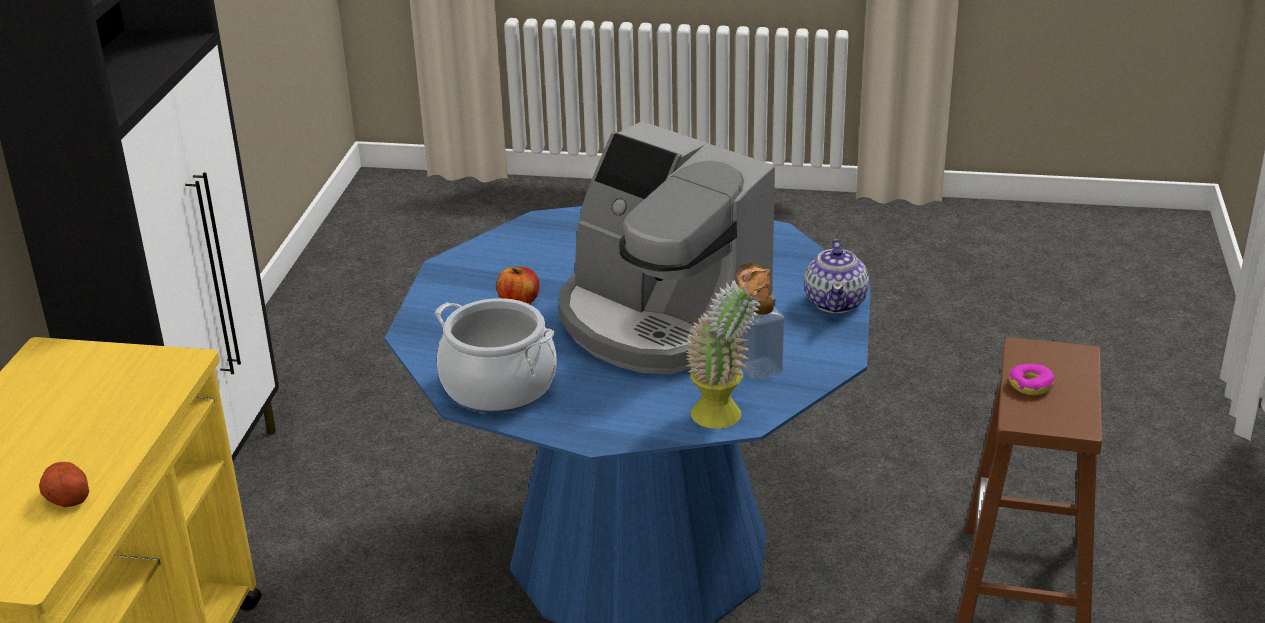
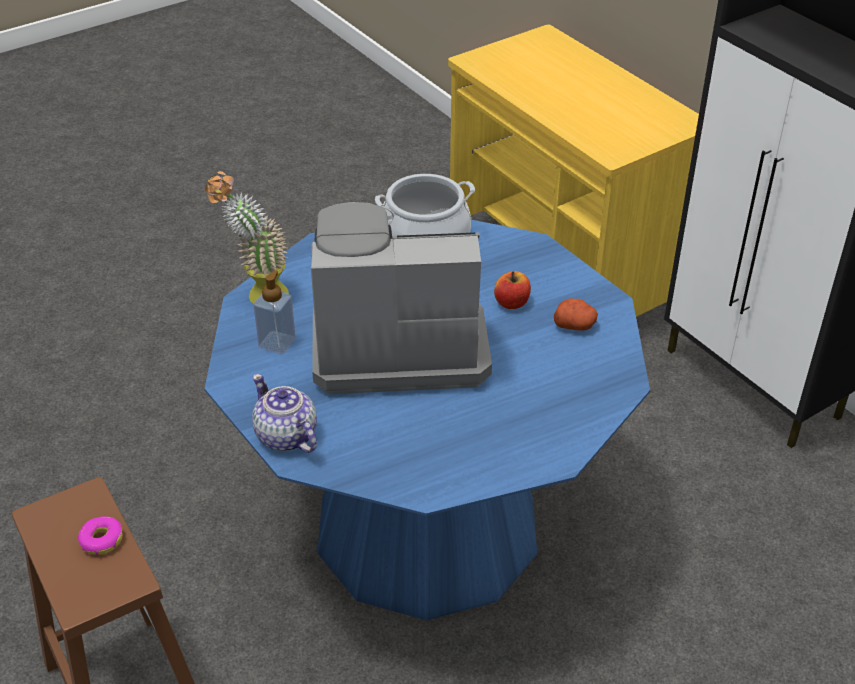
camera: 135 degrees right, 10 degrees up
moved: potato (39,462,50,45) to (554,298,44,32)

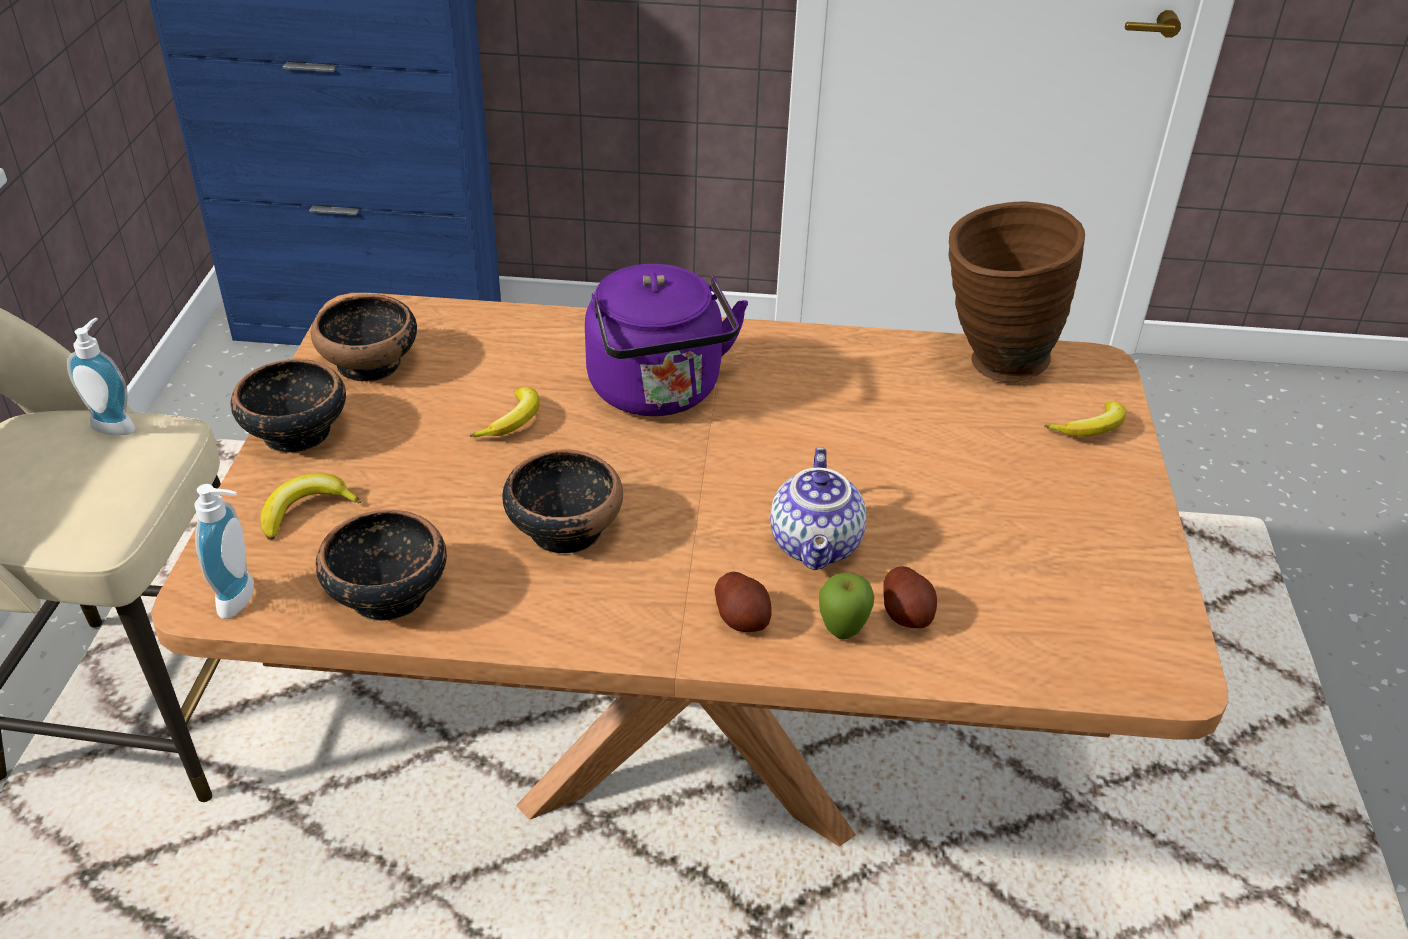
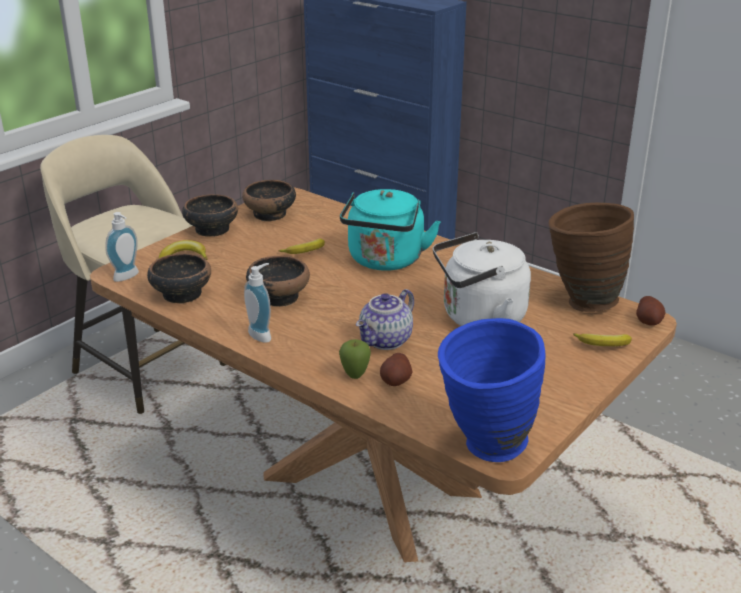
camera: 35 degrees right, 10 degrees down
added: white kettle (433,232,98,94); blue vase (438,318,108,144)
moved: soap dispenser (67,318,68,117) to (244,263,27,80); potato (714,572,58,60) to (636,296,30,29)
recoloured: purple kettle (585,264,163,152) to turquoise kettle (340,189,101,81)

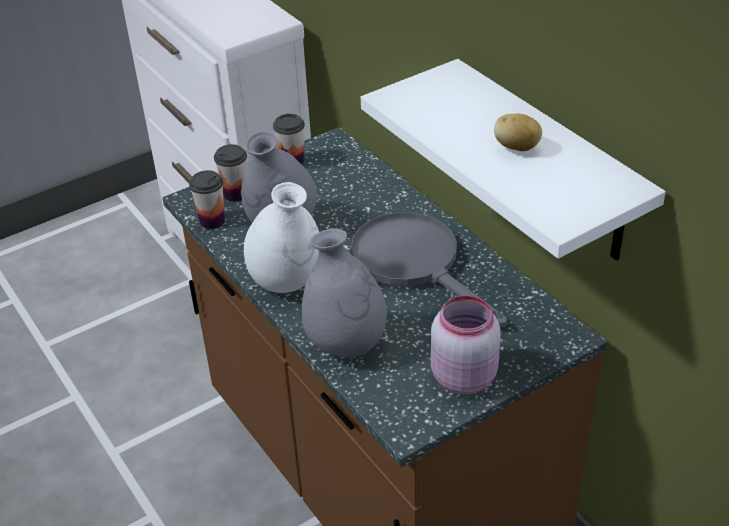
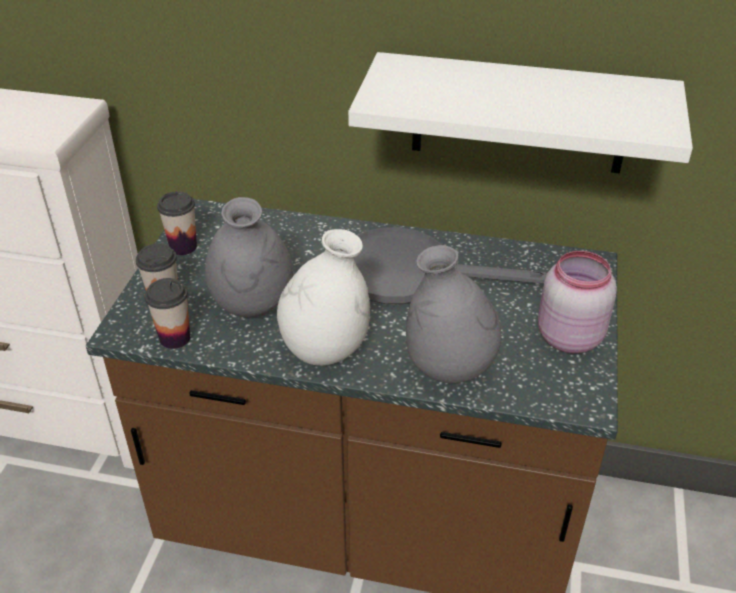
camera: 45 degrees left, 0 degrees up
removed: potato (494,114,48,37)

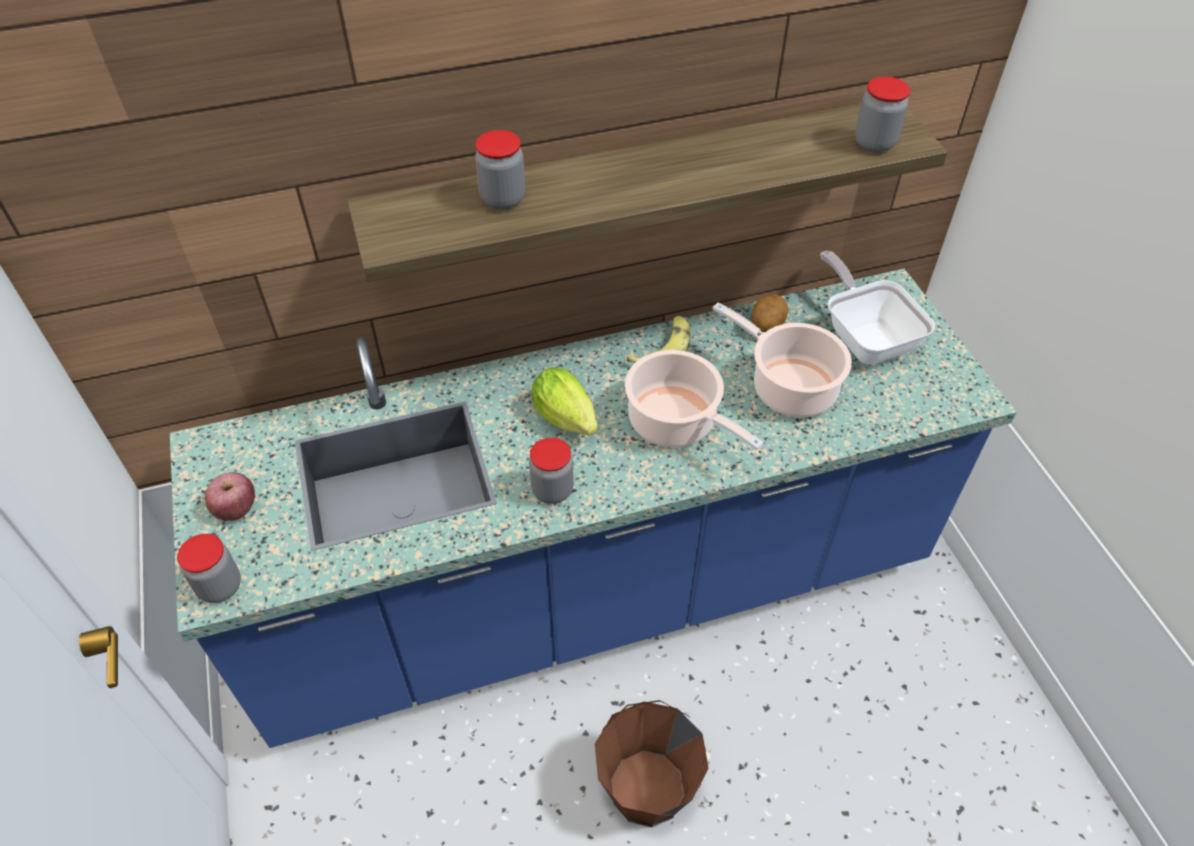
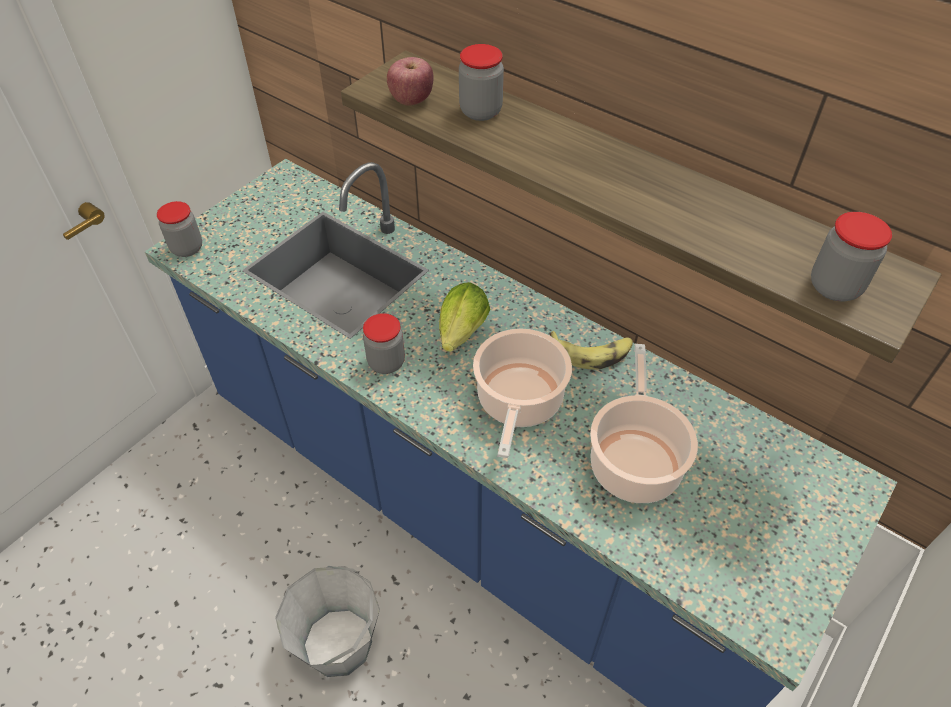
camera: 55 degrees right, 0 degrees up
removed: potato (751,294,37,38); frying pan (820,251,115,114)
moved: apple (205,472,50,49) to (387,57,47,49)
recoloured: brown bucket (595,700,114,127) to grey bucket (275,566,105,111)

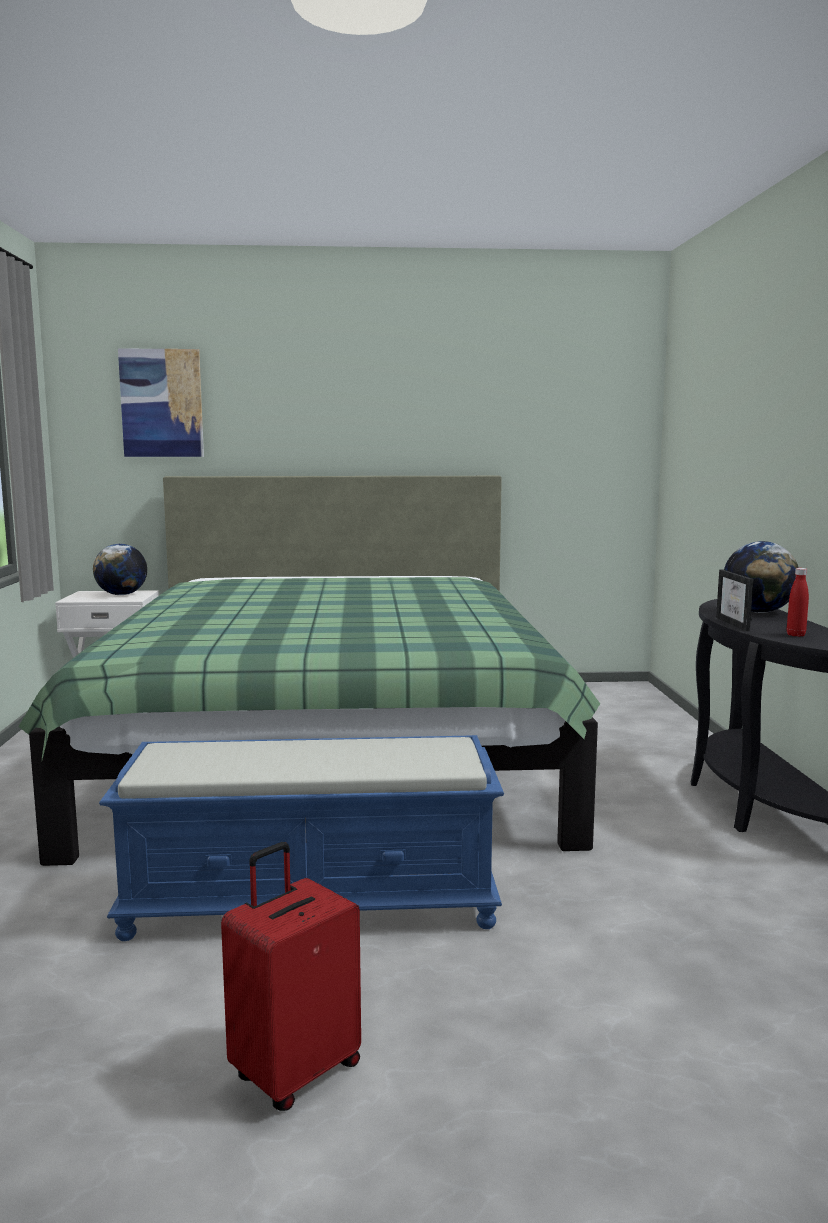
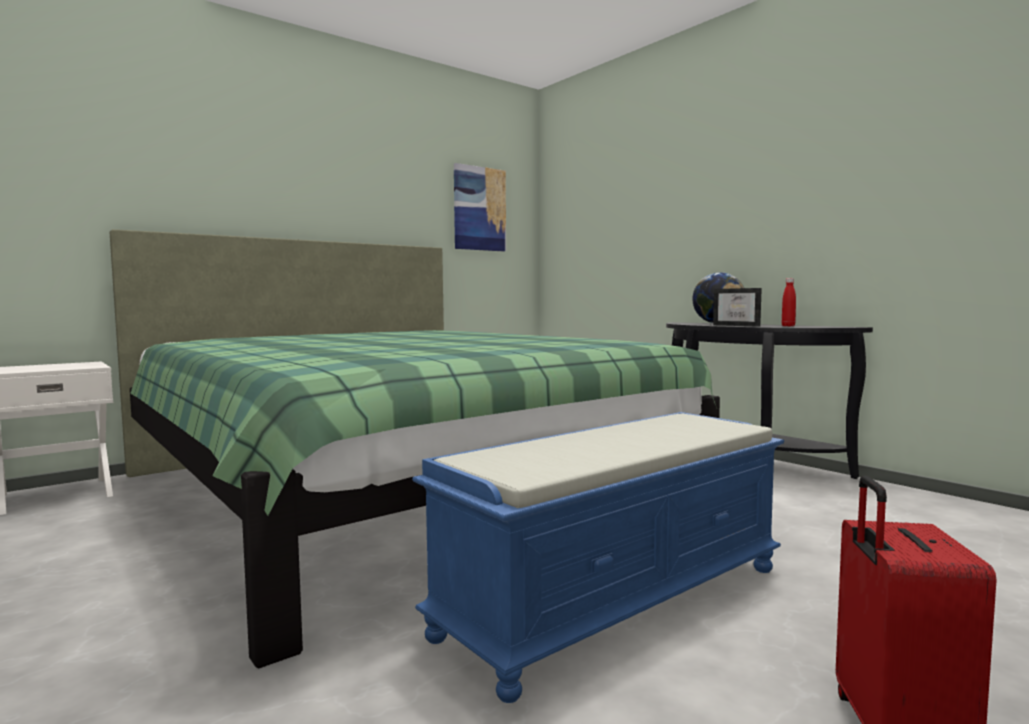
camera: 35 degrees left, 5 degrees down
removed: globe (93,544,54,51)
moved: picture (118,348,86,109) to (454,163,52,89)

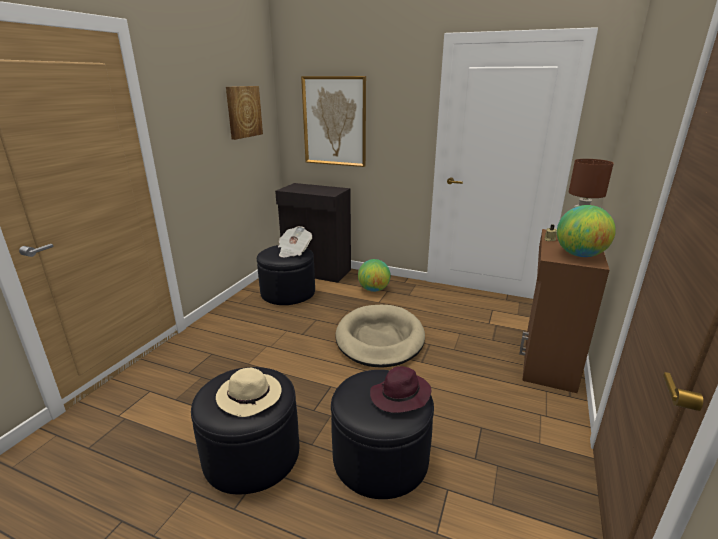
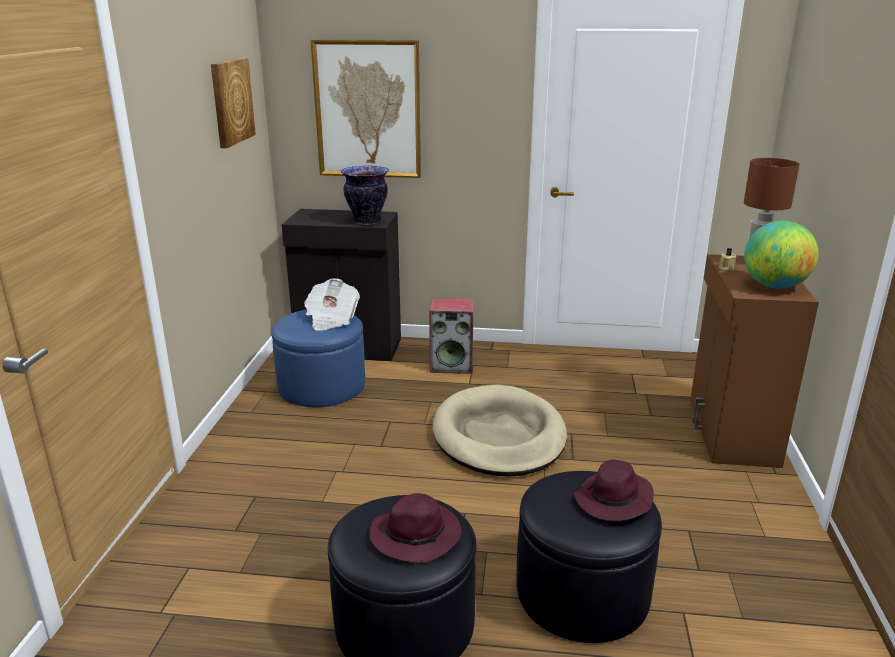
camera: 15 degrees left, 0 degrees up
added: vase (341,165,48,60)
replaced: globe (358,259,33,33) to speaker (429,298,45,76)
recoloured: black ottoman (257,245,58,60) to blue ottoman (271,309,94,98); beige hat (216,368,66,49) to purple hat (369,493,92,70)

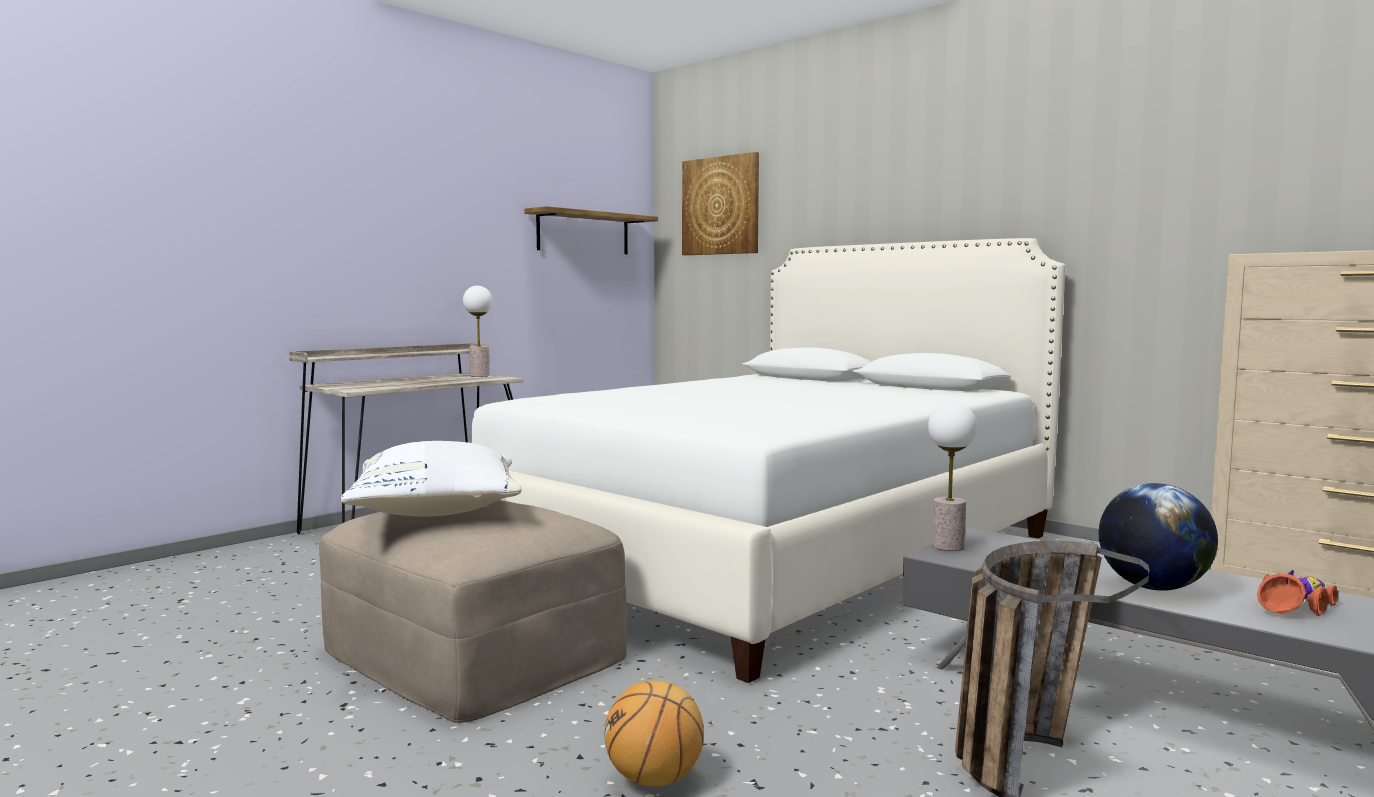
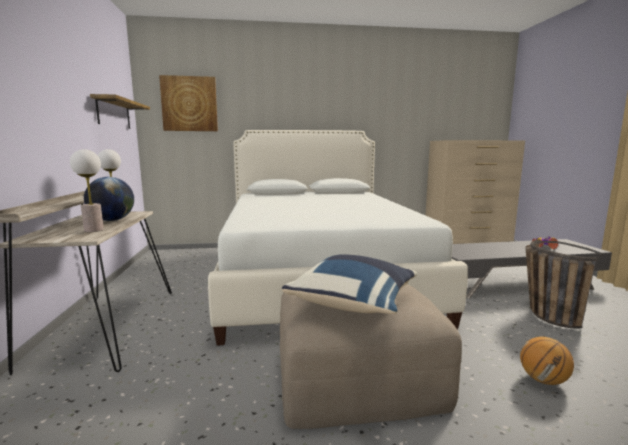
camera: 50 degrees left, 5 degrees up
moved: table lamp (928,402,49,149) to (70,149,34,83); globe (1099,483,119,108) to (84,177,50,44)
recoloured: white pillow (341,441,181,76) to blue pillow (282,254,135,60)

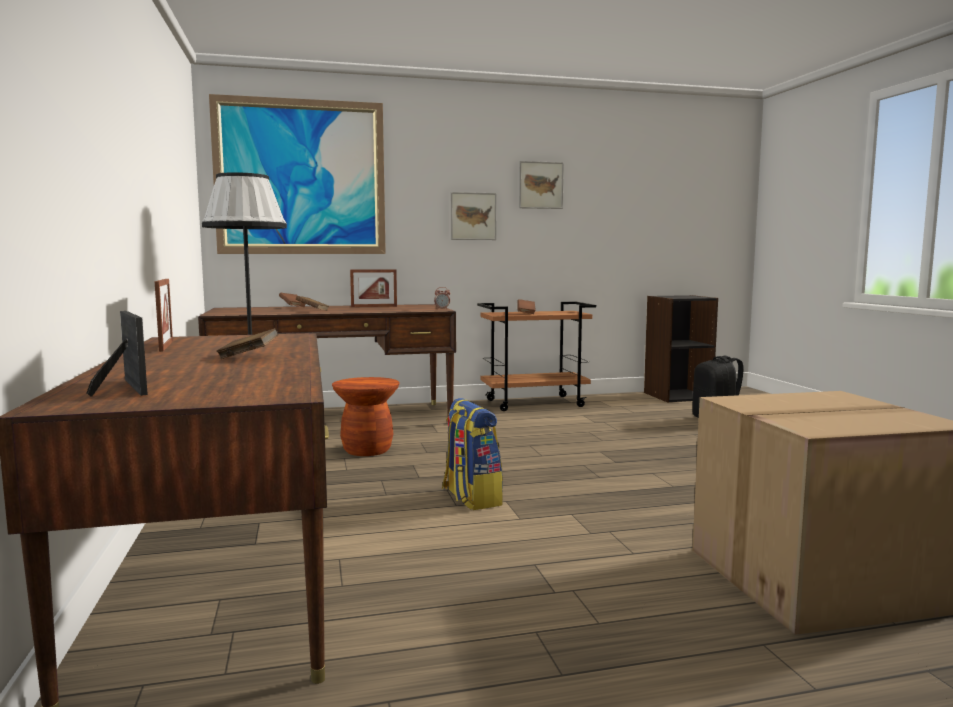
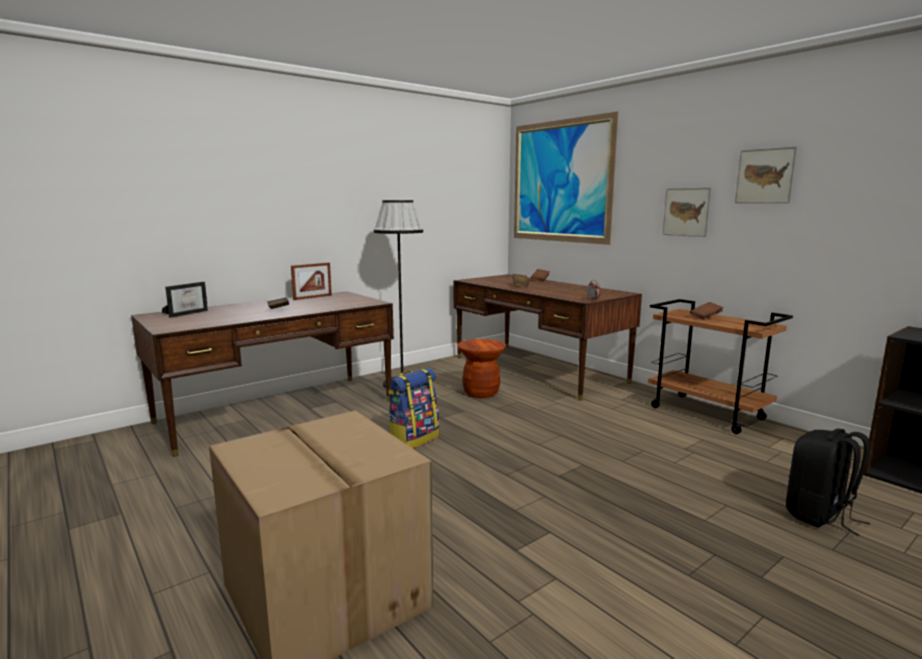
camera: 65 degrees right, 5 degrees up
removed: picture frame (350,269,47,38)

